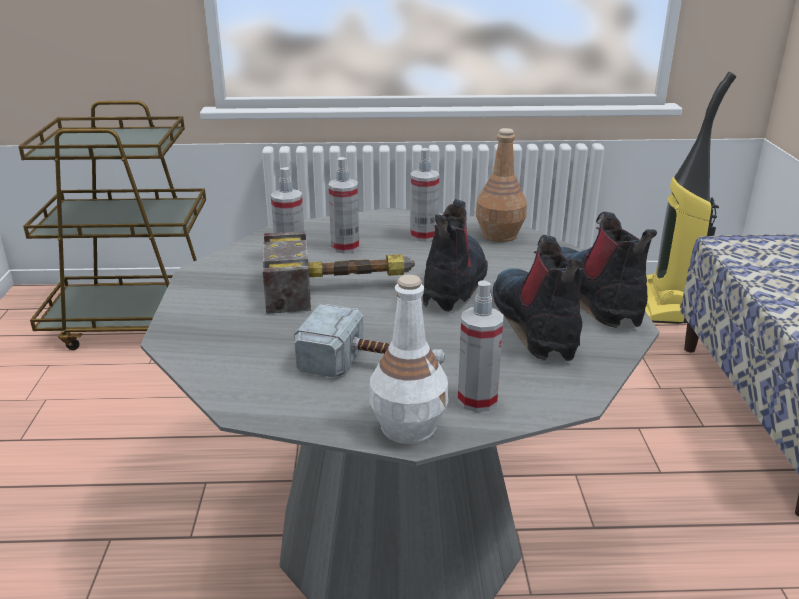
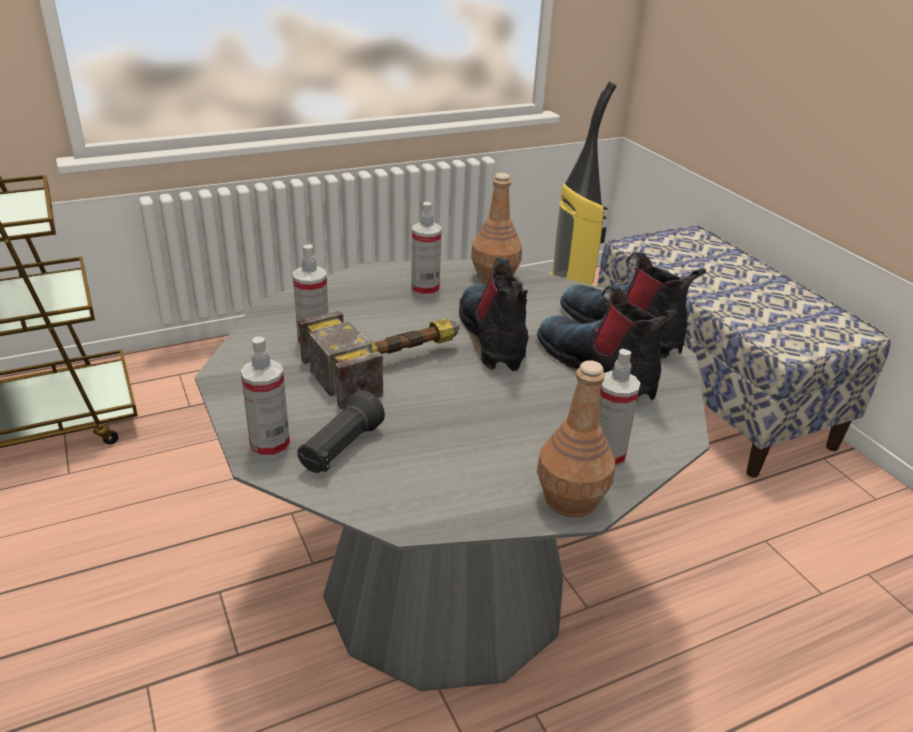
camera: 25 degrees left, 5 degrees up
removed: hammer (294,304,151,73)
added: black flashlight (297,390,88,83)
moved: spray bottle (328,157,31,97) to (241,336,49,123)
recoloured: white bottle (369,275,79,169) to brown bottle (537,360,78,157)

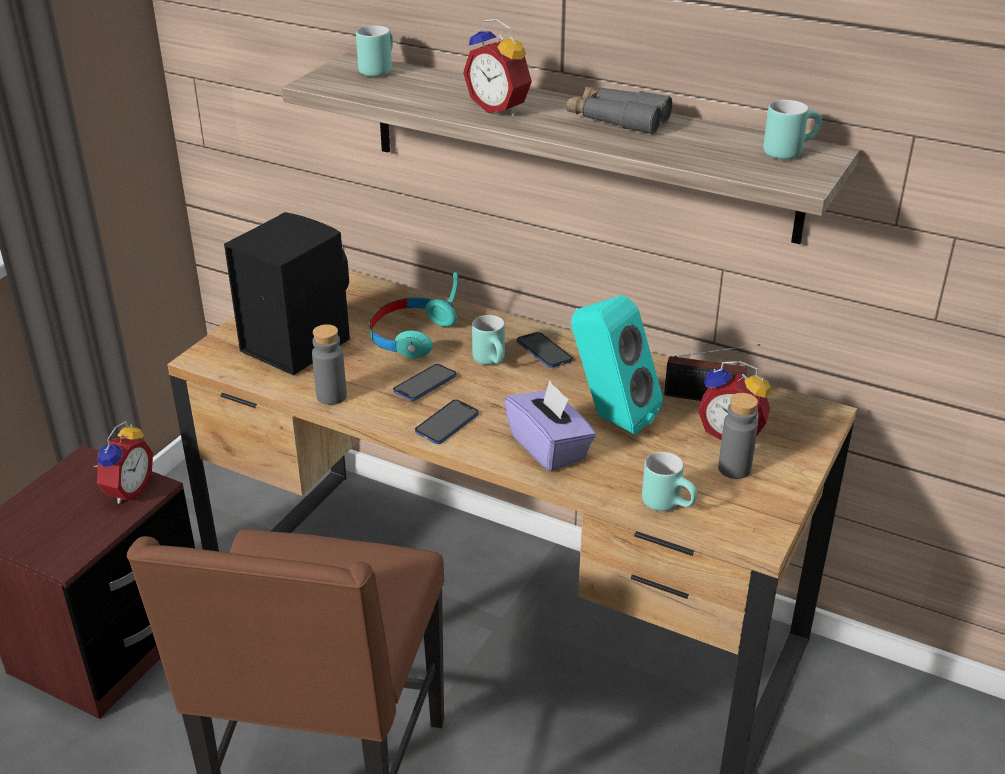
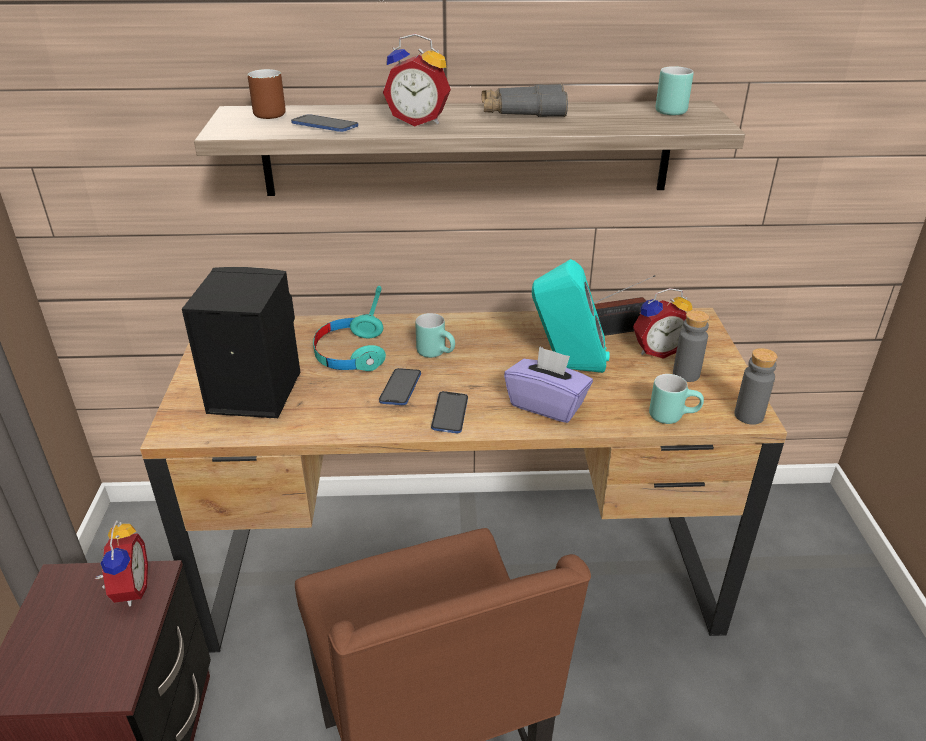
camera: 30 degrees left, 0 degrees up
moved: phone (517,332,56,36) to (291,114,67,18); grey bottle (312,324,35,81) to (734,348,44,77)
recoloured: turquoise mug (356,26,37,51) to brown mug (248,69,38,50)

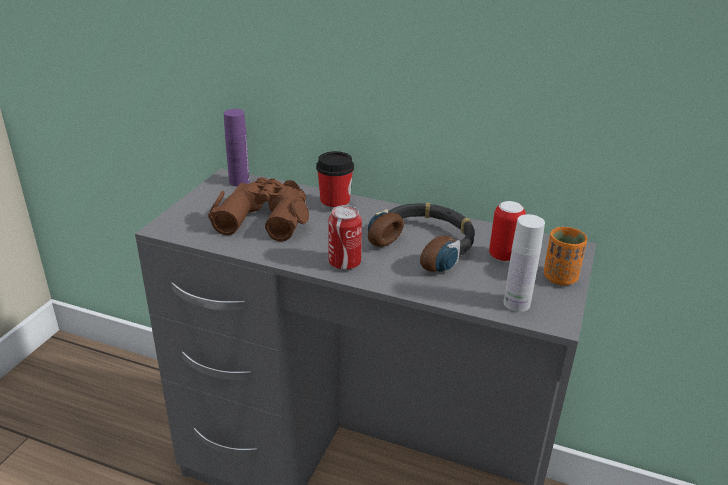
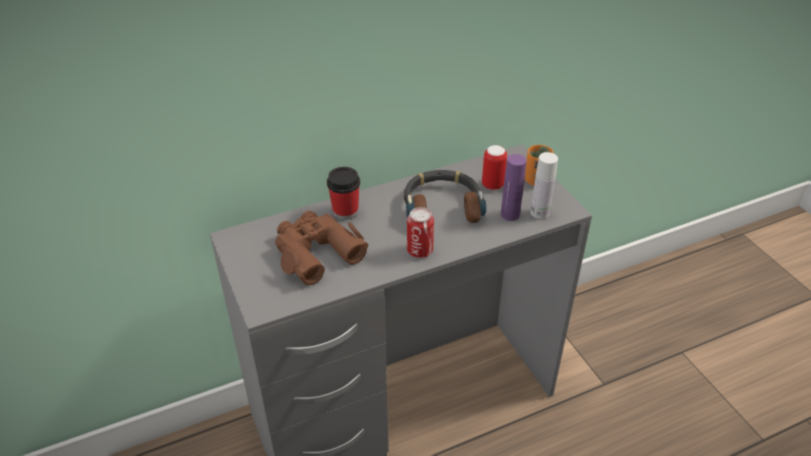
camera: 45 degrees left, 10 degrees up
moved: purple bottle (224,109,26,77) to (501,154,26,67)

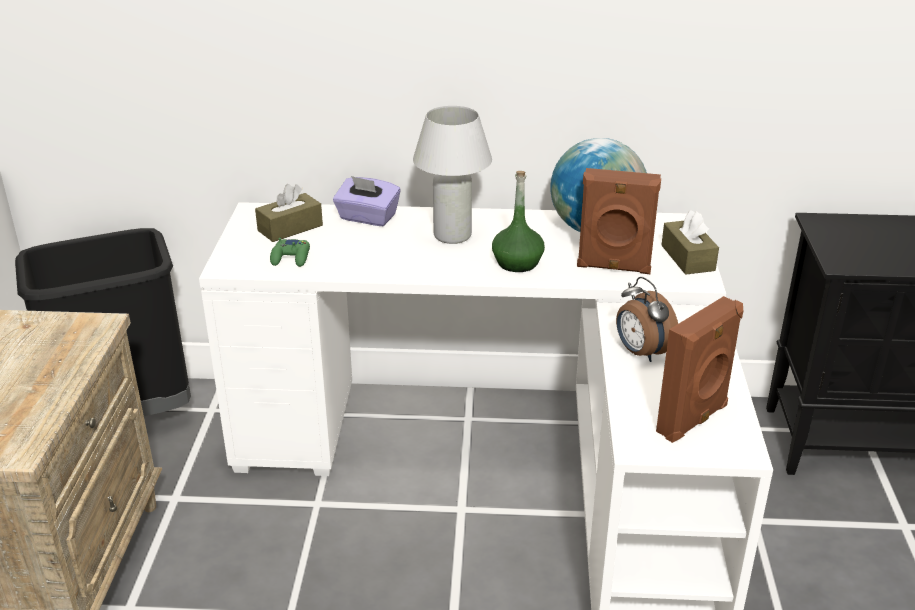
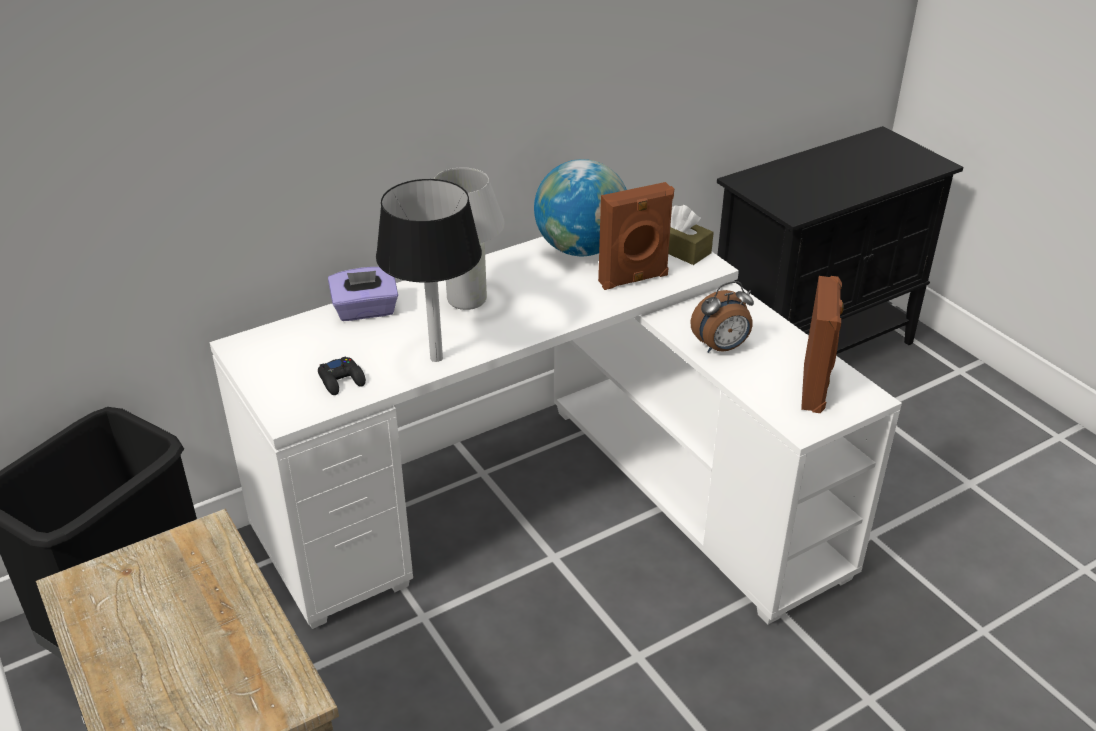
camera: 35 degrees left, 5 degrees up
removed: brown tissue box (255,184,68,58); green bottle (492,171,53,101)
added: black table lamp (376,179,106,183)
recoloured: green game controller (270,238,40,29) to black game controller (318,356,48,39)
turned: alarm clock (616,277,62,85) = (690,281,64,72) 45 degrees counterclockwise

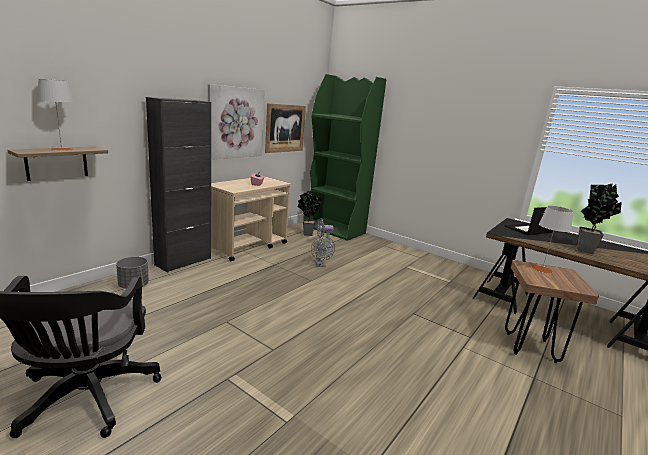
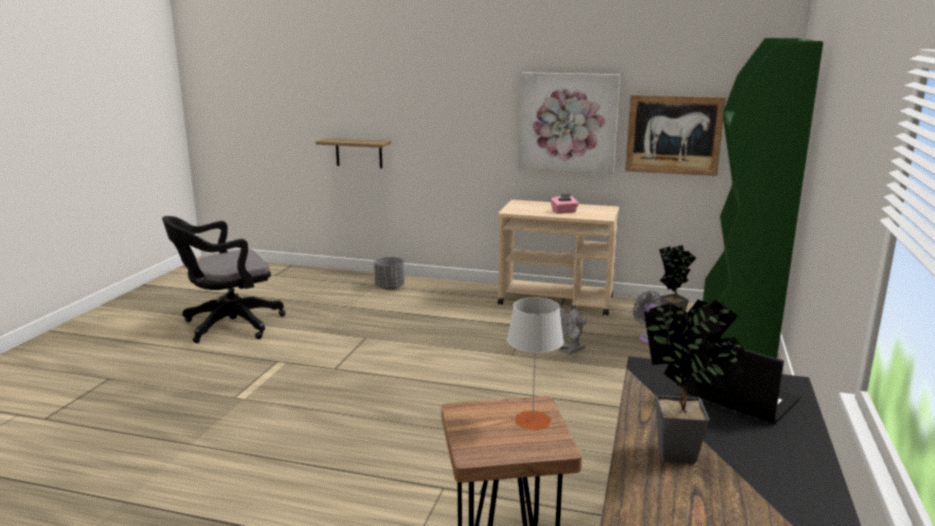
camera: 70 degrees right, 0 degrees up
removed: grey table lamp (37,79,36,72); black cabinet (146,97,65,176)

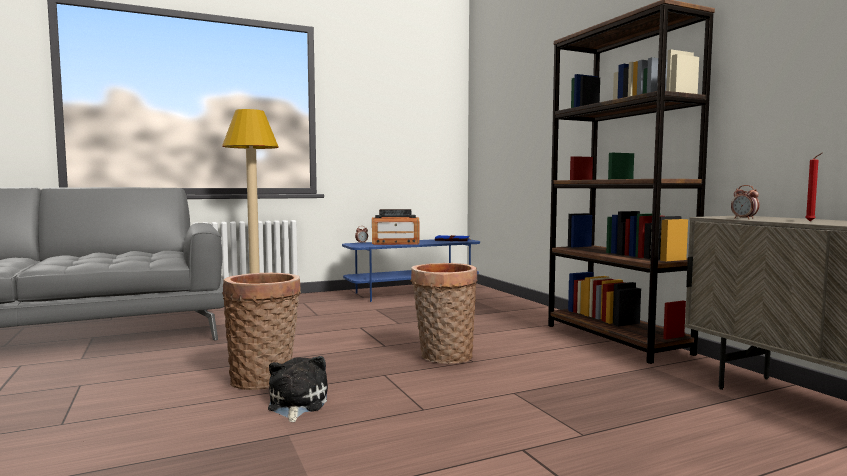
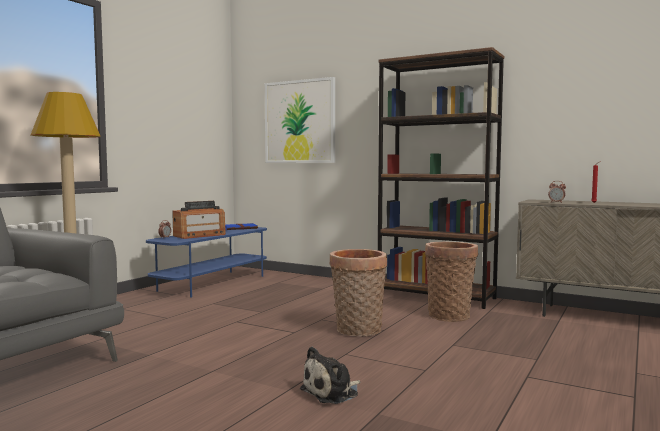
camera: 35 degrees left, 0 degrees up
added: picture (265,77,70,86)
moved: basket (222,273,79,117) to (425,242,53,80)
turned: plush toy (268,356,60,66) = (300,346,60,58) 90 degrees counterclockwise

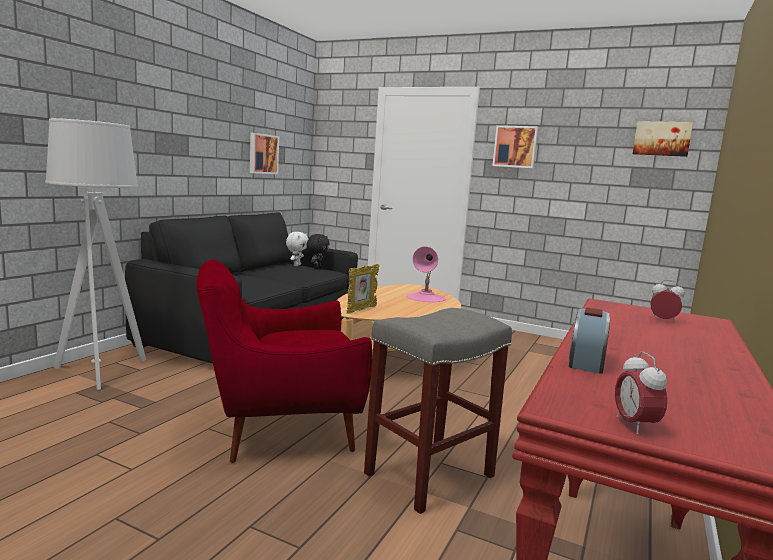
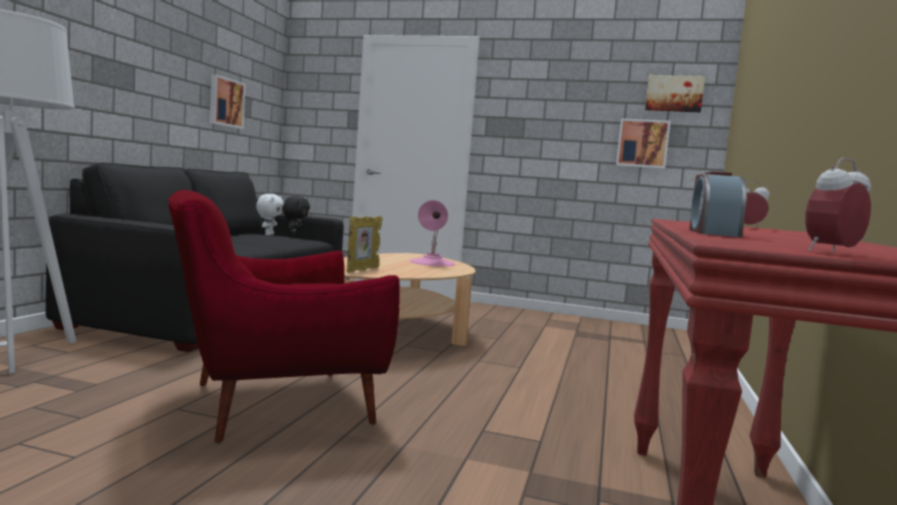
camera: 10 degrees left, 5 degrees down
removed: grey stool (364,308,148,206)
moved: picture (492,125,46,43) to (616,118,55,51)
turned: alarm clock (615,351,52,84) = (805,158,66,94) 75 degrees clockwise

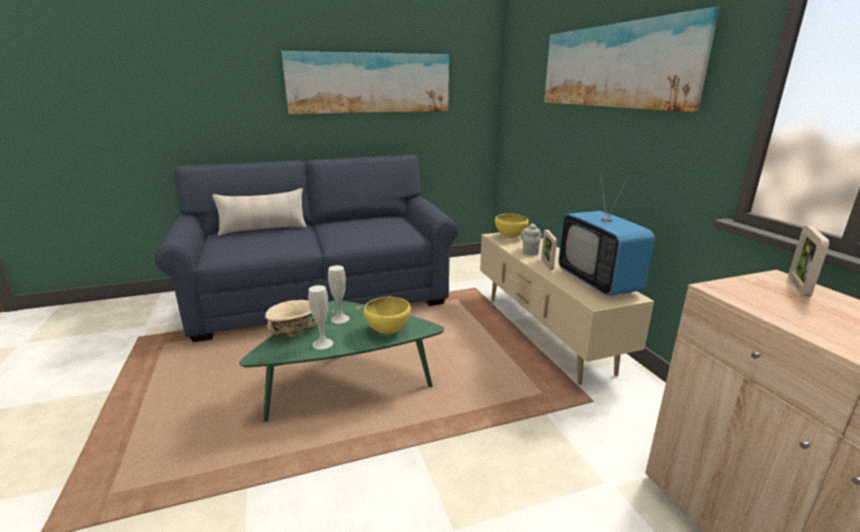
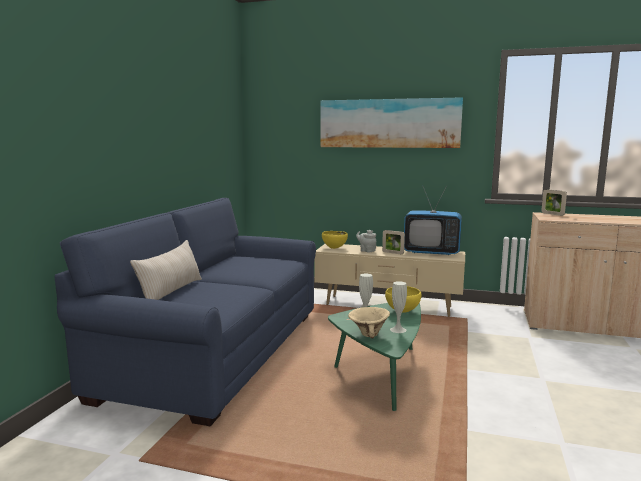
camera: 55 degrees left, 10 degrees down
removed: picture (282,51,167,63)

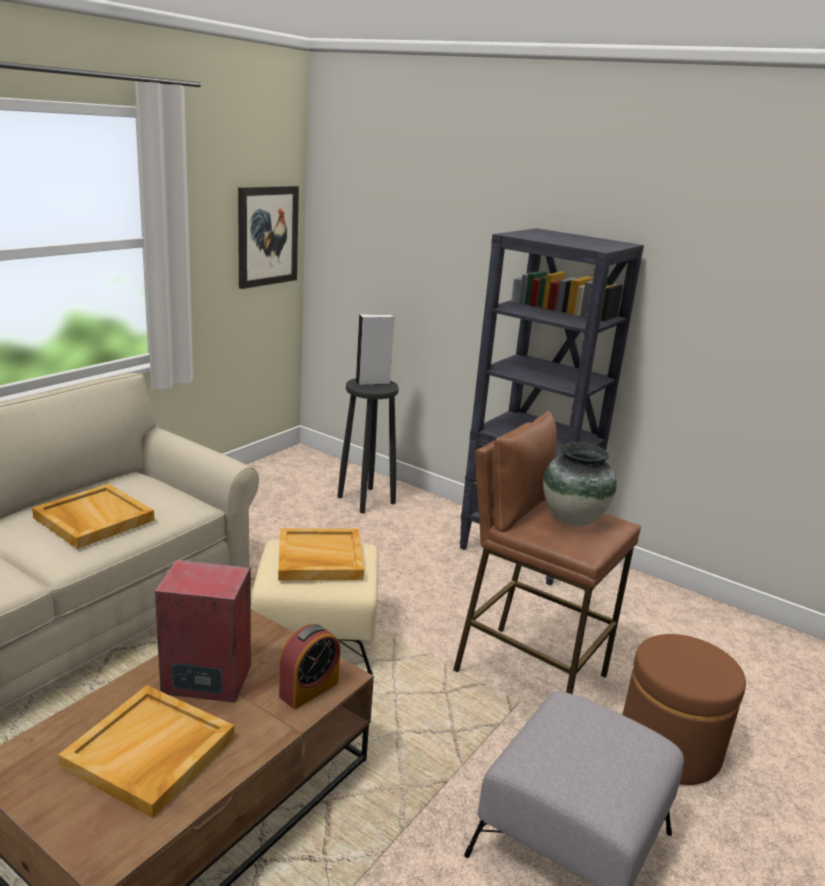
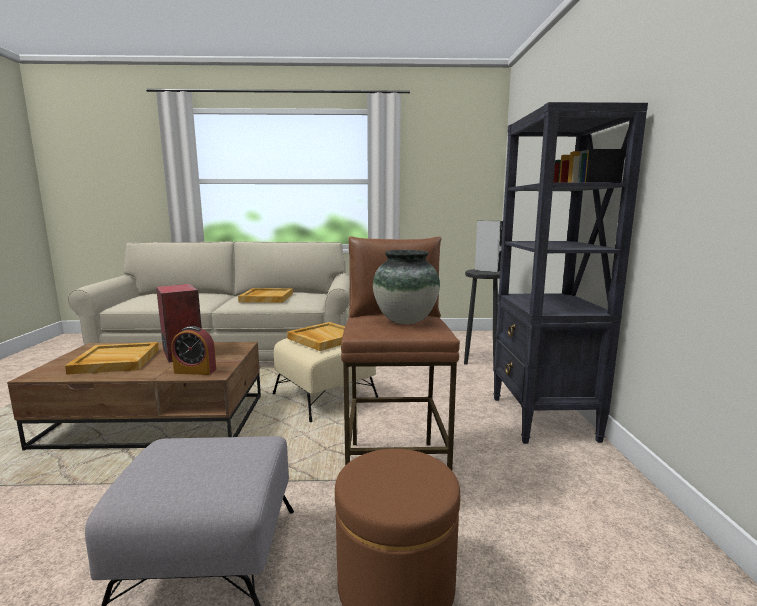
camera: 55 degrees right, 10 degrees down
removed: picture (238,186,61,103)

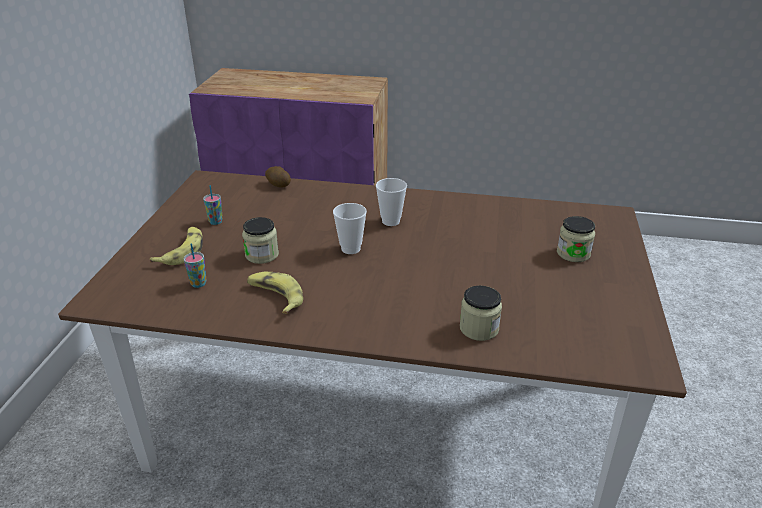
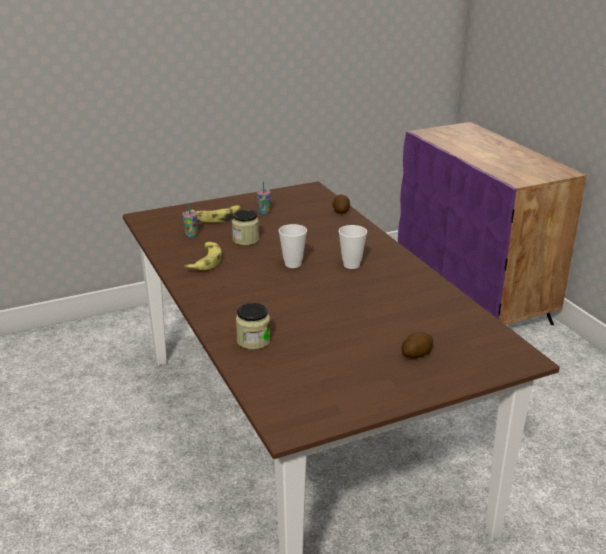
camera: 55 degrees right, 5 degrees down
replaced: jar (557,216,38,46) to potato (402,332,31,26)

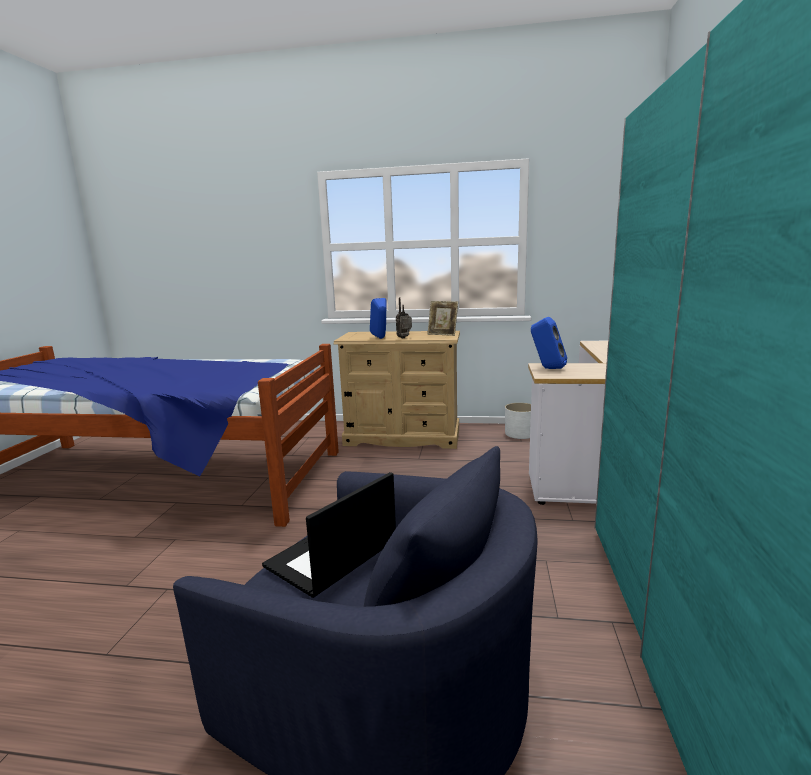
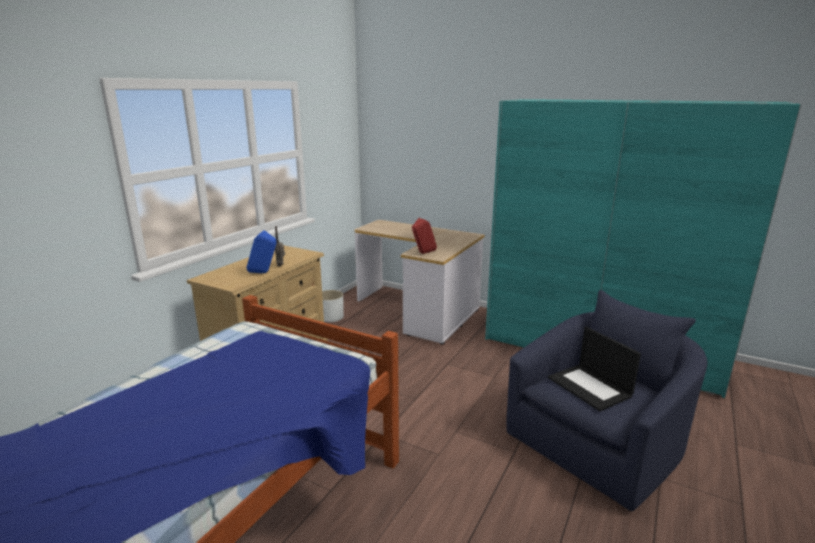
camera: 70 degrees left, 5 degrees up
removed: picture frame (427,301,31,35)
recoloured: blue speaker (531,317,36,52) to red speaker (412,218,25,36)

